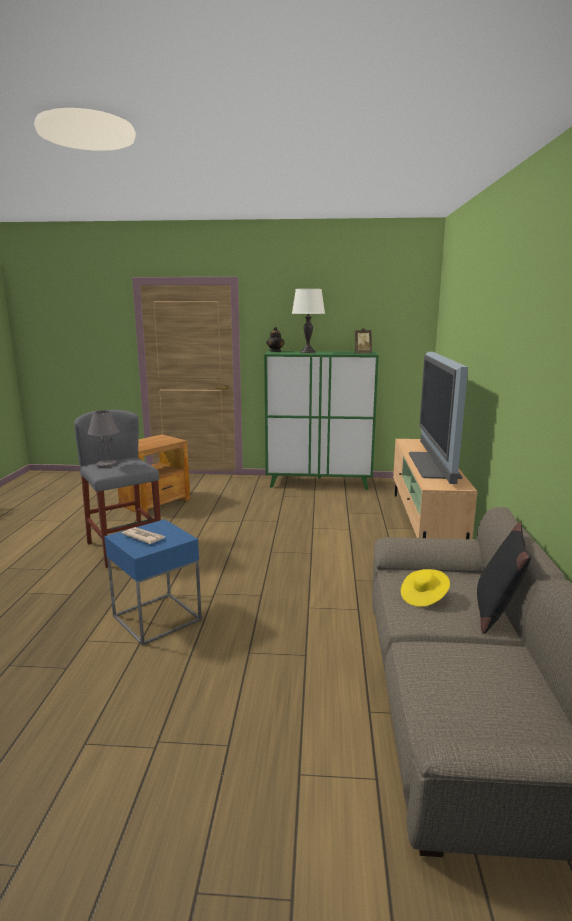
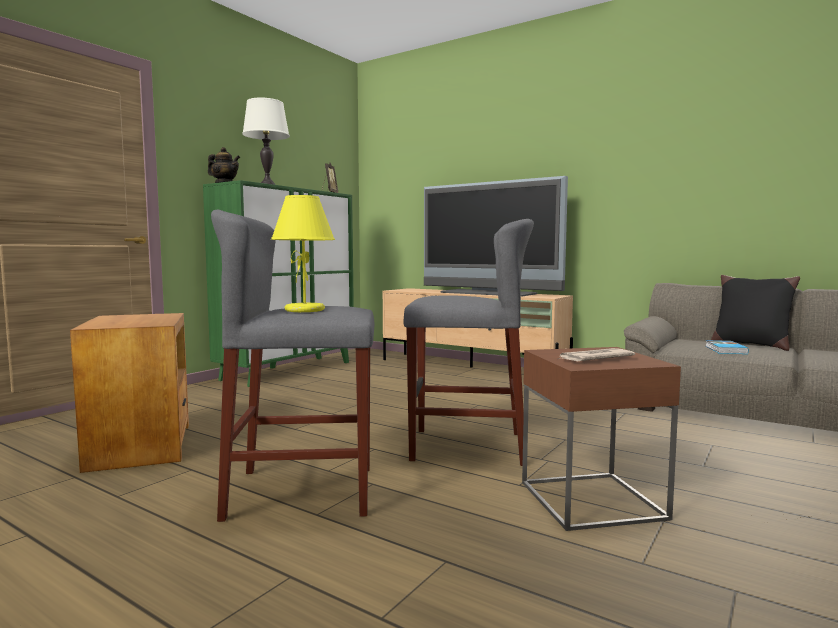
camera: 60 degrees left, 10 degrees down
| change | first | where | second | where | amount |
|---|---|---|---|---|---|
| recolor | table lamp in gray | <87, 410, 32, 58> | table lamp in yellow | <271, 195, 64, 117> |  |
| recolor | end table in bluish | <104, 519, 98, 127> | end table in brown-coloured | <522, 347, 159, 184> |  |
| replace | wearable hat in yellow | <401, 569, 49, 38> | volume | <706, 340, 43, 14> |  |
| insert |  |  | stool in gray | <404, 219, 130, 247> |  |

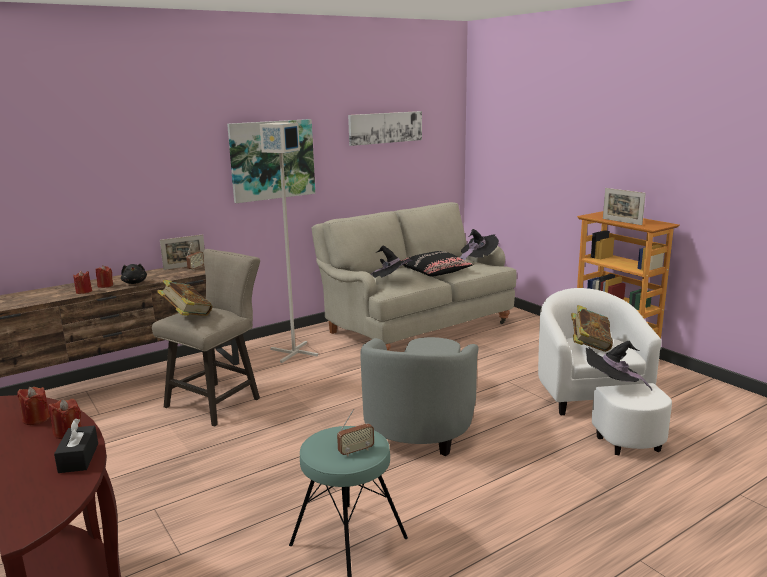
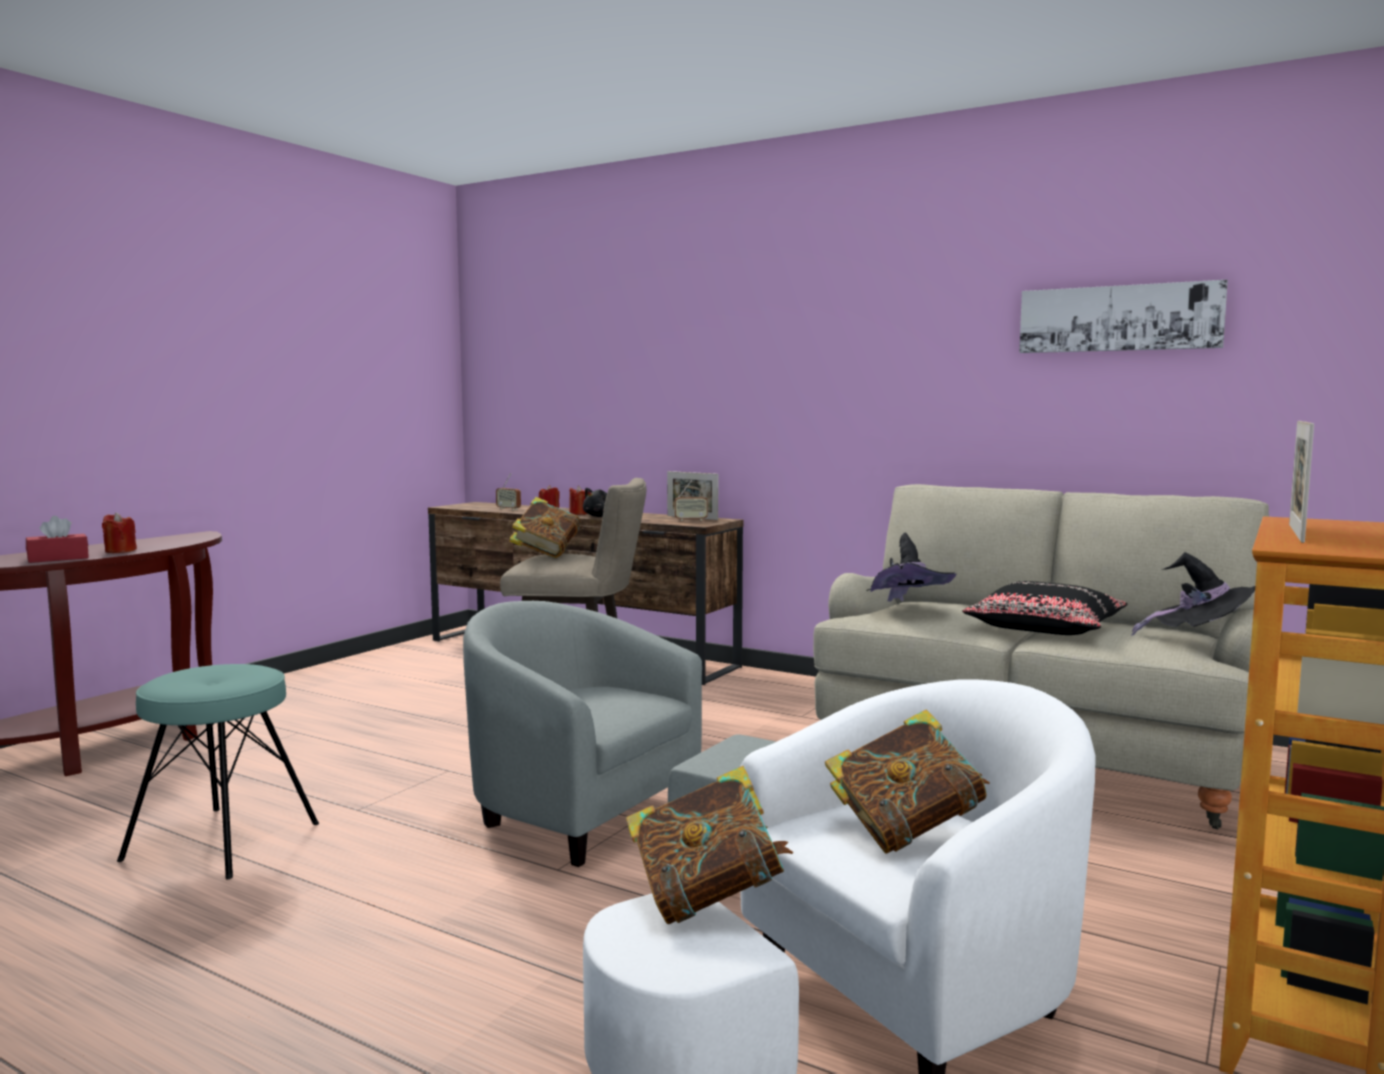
camera: 65 degrees right, 10 degrees down
| change | first | where | second | where | amount |
|---|---|---|---|---|---|
| delete | picture | <227, 119, 88, 84> |  |  |  |
| delete | standing lamp in gray | <260, 122, 58, 241> |  |  |  |
| rotate | easy chair in gray | <360, 337, 118, 119> |  | <463, 601, 313, 266> | 45 degrees clockwise |
| replace | wearable hat in black | <585, 341, 67, 50> | volume | <626, 766, 167, 158> |  |
| delete | candle in red | <18, 387, 32, 38> |  |  |  |
| move | radio receiver | <337, 409, 37, 47> |  | <496, 473, 25, 37> |  |
| recolor | box of tissues in black | <54, 419, 44, 54> | box of tissues in red | <26, 516, 63, 47> |  |

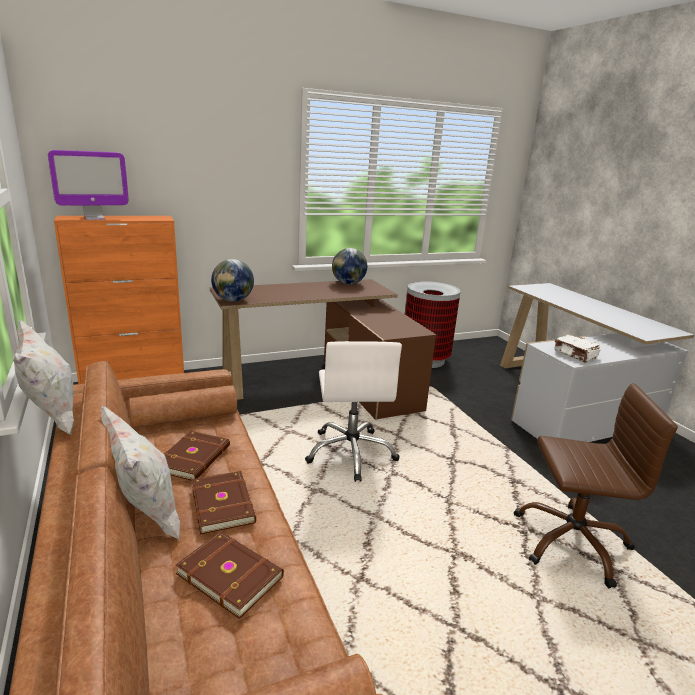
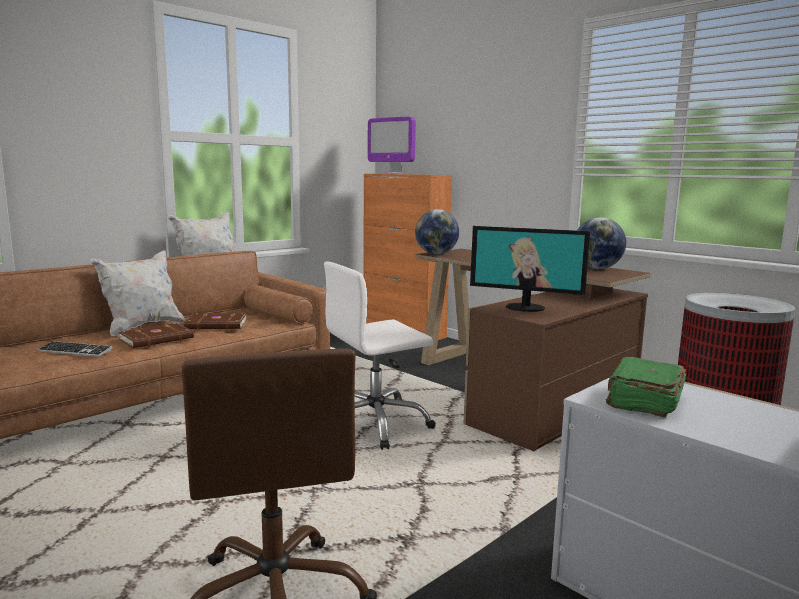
camera: 70 degrees right, 10 degrees down
| change | first | where | second | where | amount |
|---|---|---|---|---|---|
| recolor | volume in white-coloured | <554, 335, 47, 27> | volume in green-coloured | <606, 357, 80, 61> |  |
| replace | volume in brown-coloured | <176, 531, 108, 88> | computer keyboard | <38, 341, 75, 16> |  |
| insert |  |  | computer display | <470, 226, 120, 86> |  |

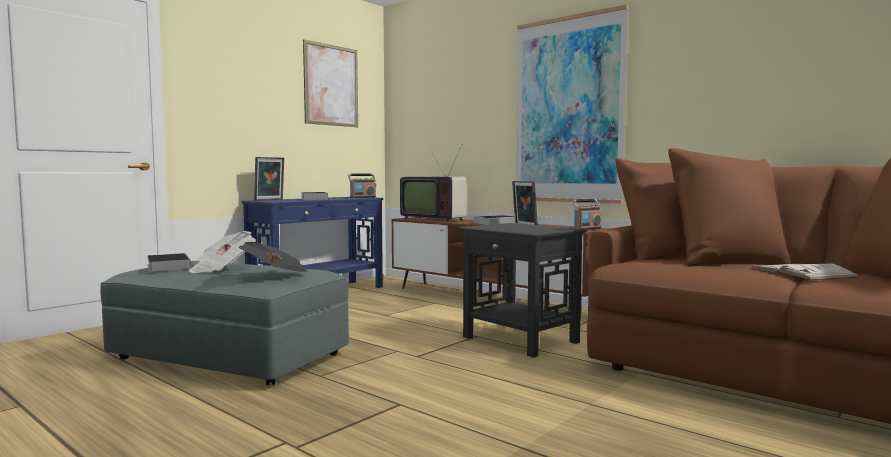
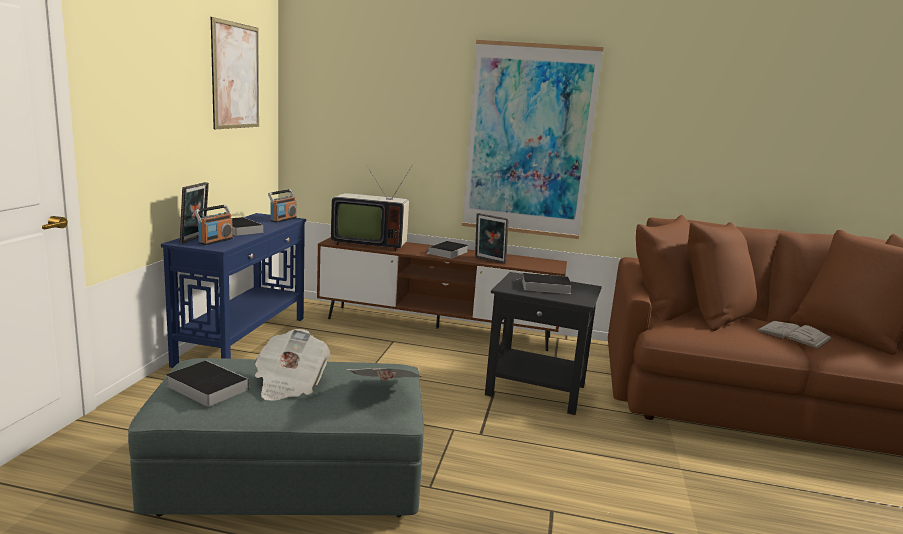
camera: 30 degrees left, 10 degrees up
| change | first | where | second | where | amount |
|---|---|---|---|---|---|
| move | radio receiver | <572, 199, 30, 31> |  | <194, 205, 39, 40> |  |
| insert |  |  | volume | <513, 273, 59, 21> |  |

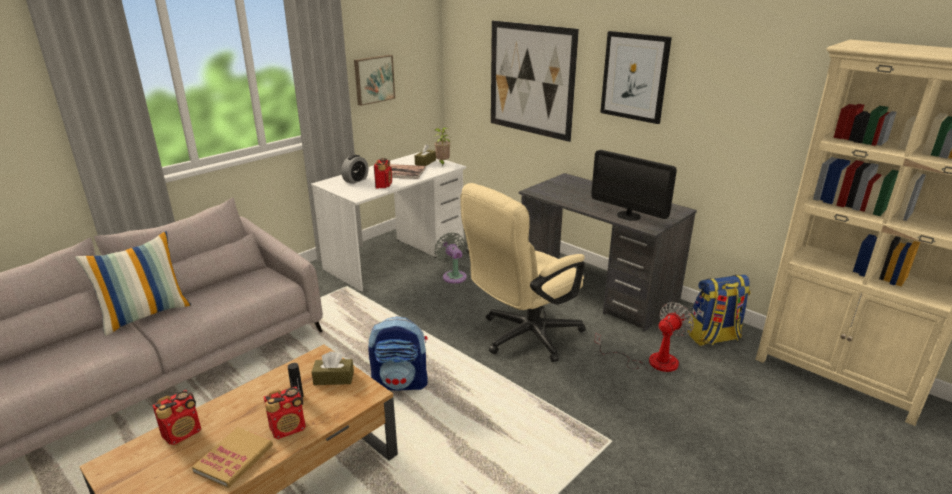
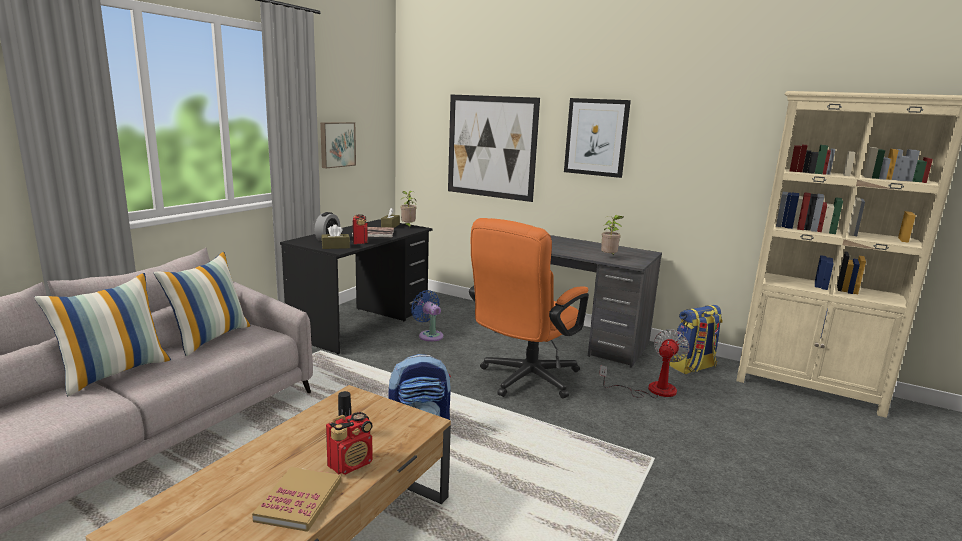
camera: 15 degrees left, 10 degrees down
| change | first | where | second | where | amount |
|---|---|---|---|---|---|
| replace | computer display | <591, 150, 86, 71> | houseplant | <601, 215, 22, 40> |  |
| recolor | desk in white-coloured | <311, 152, 155, 140> | desk in black | <280, 219, 153, 135> |  |
| recolor | office chair in beige-coloured | <460, 183, 126, 179> | office chair in orange-coloured | <469, 218, 120, 181> |  |
| recolor | electric fan in gray | <434, 233, 33, 51> | electric fan in bluish | <411, 290, 33, 52> |  |
| move | box of tissues in brown-coloured | <312, 351, 42, 34> |  | <321, 224, 29, 25> |  |
| delete | radio receiver | <152, 390, 49, 55> |  |  |  |
| insert |  |  | throw pillow | <154, 252, 97, 104> |  |

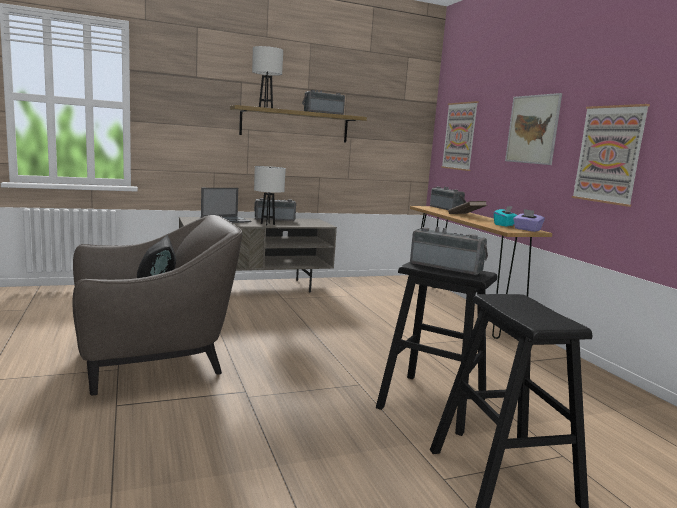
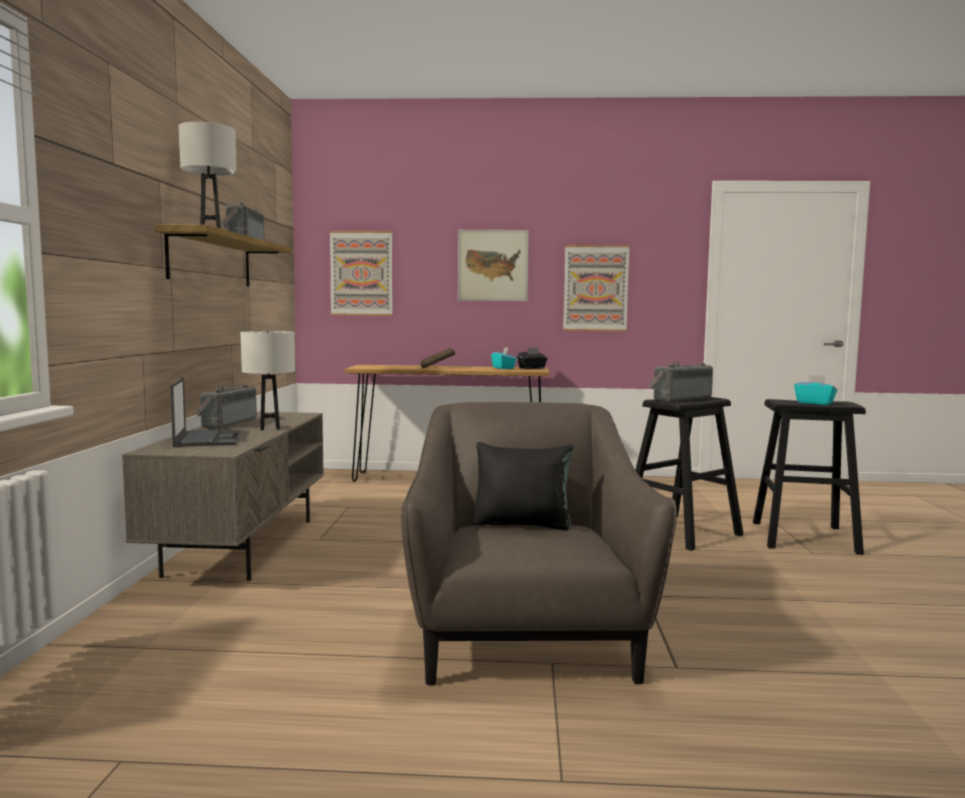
camera: 65 degrees left, 5 degrees down
| change | first | where | second | where | amount |
|---|---|---|---|---|---|
| delete | radio receiver | <430, 187, 36, 23> |  |  |  |
| recolor | box of tissues in purple-coloured | <513, 209, 32, 23> | box of tissues in black | <517, 348, 30, 21> |  |
| insert |  |  | box of tissues in turquoise | <794, 375, 43, 30> |  |

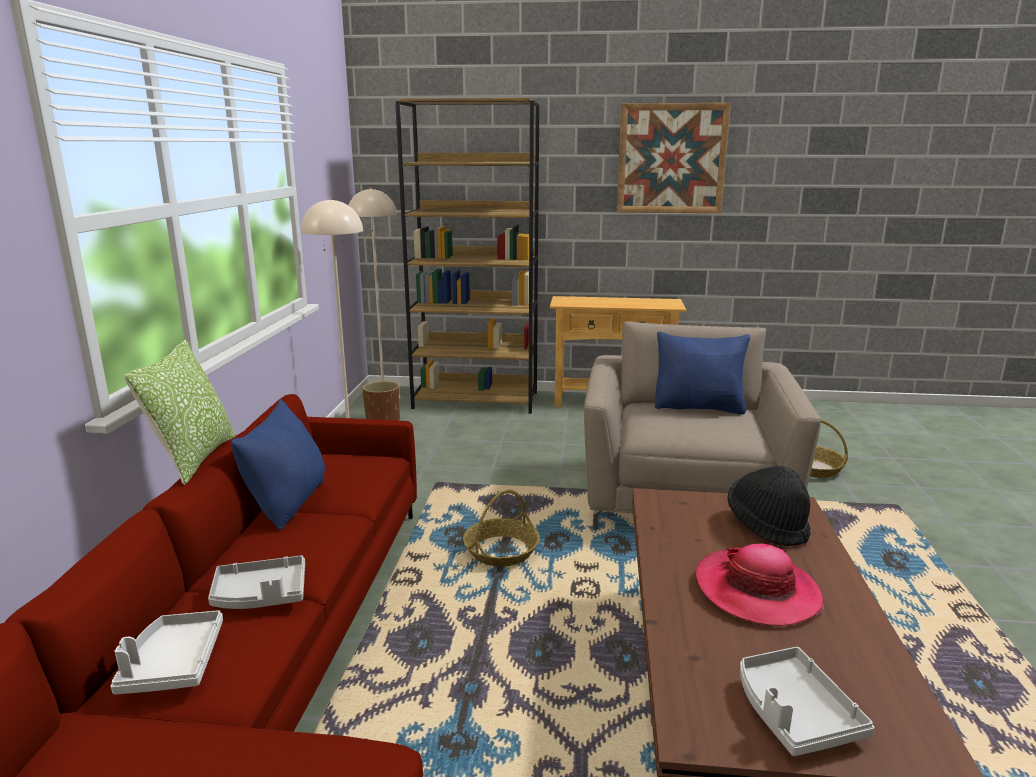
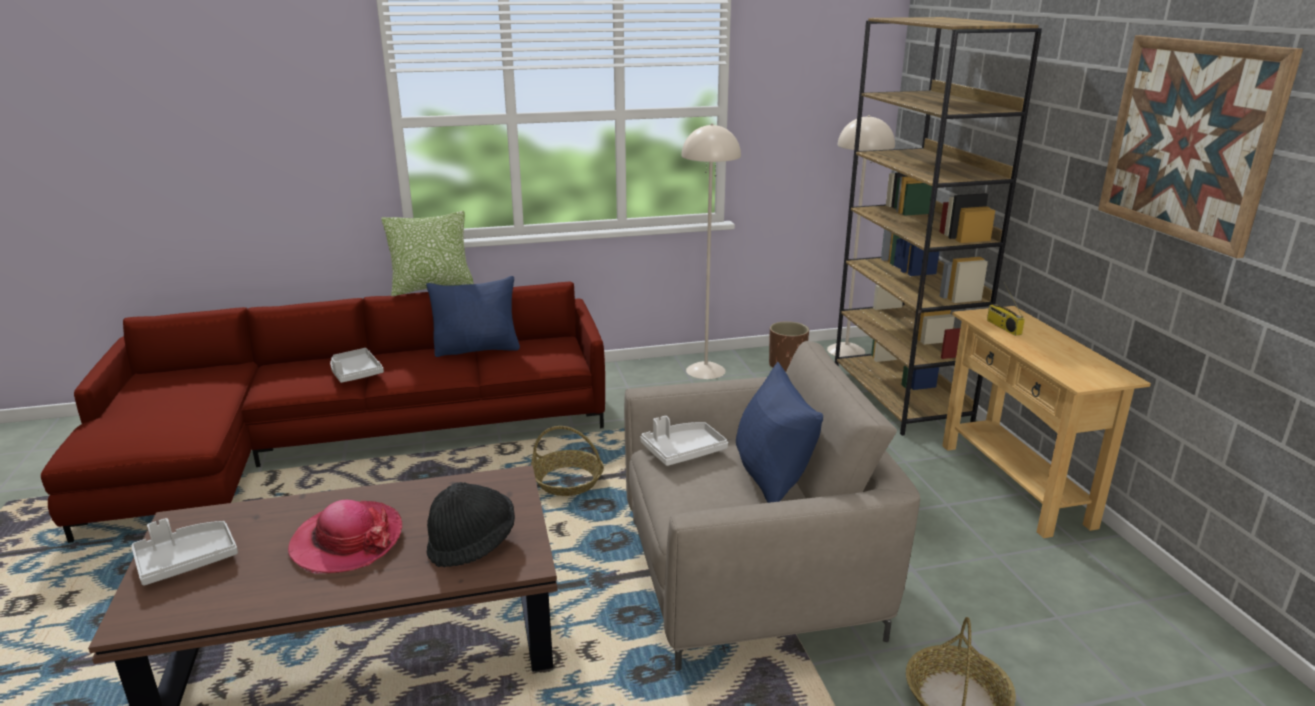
camera: 70 degrees right, 5 degrees up
| change | first | where | second | where | amount |
|---|---|---|---|---|---|
| move | tray in white-coloured | <111, 610, 112, 85> |  | <640, 416, 88, 50> |  |
| insert |  |  | radio receiver | <987, 283, 38, 53> |  |

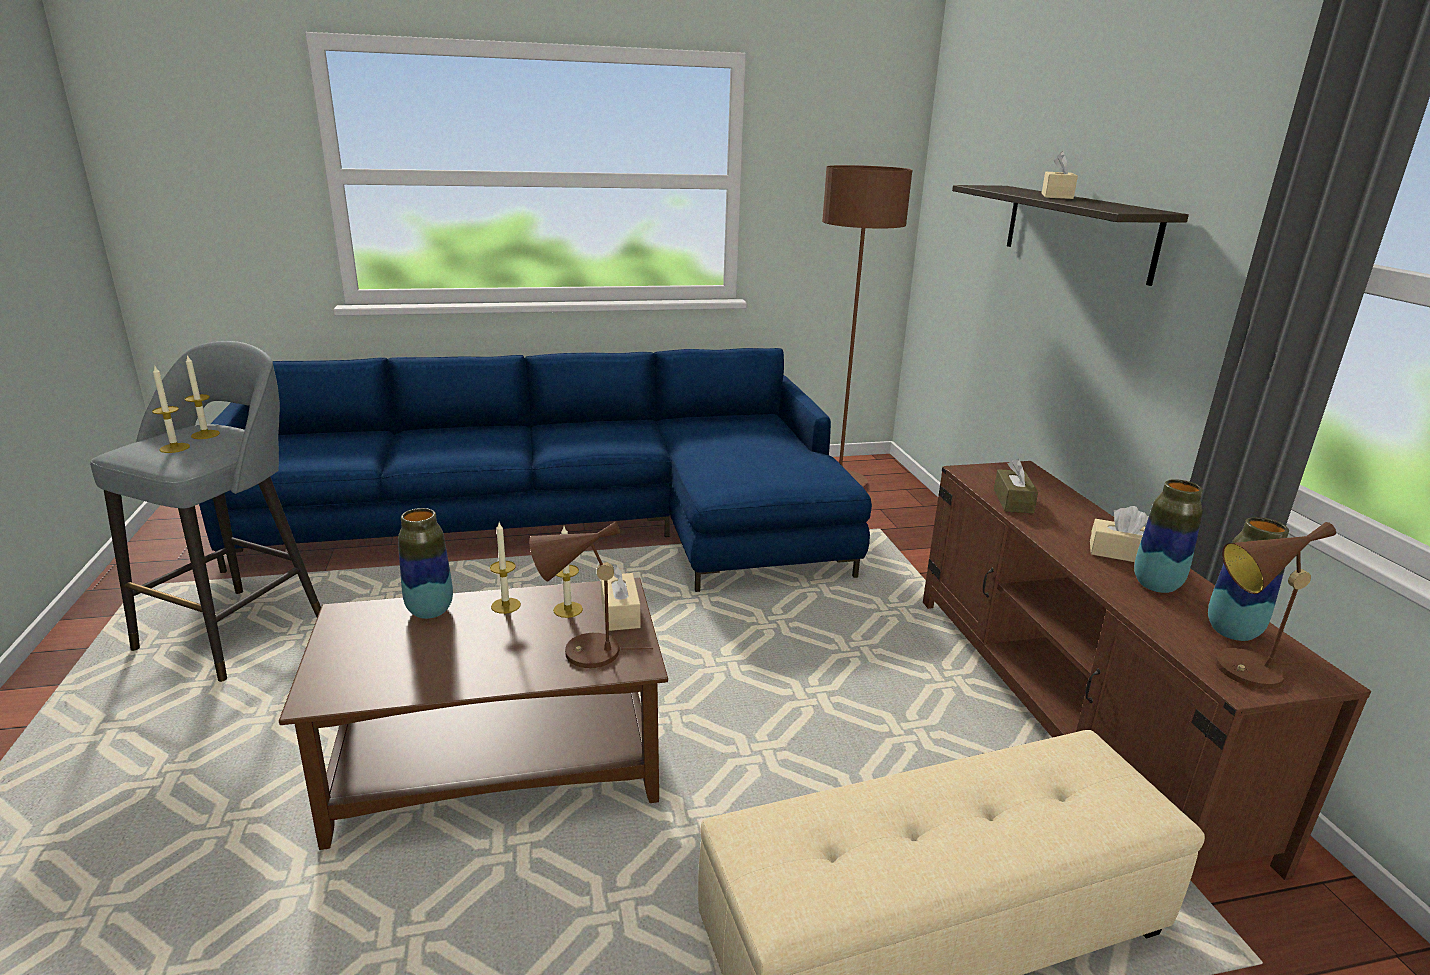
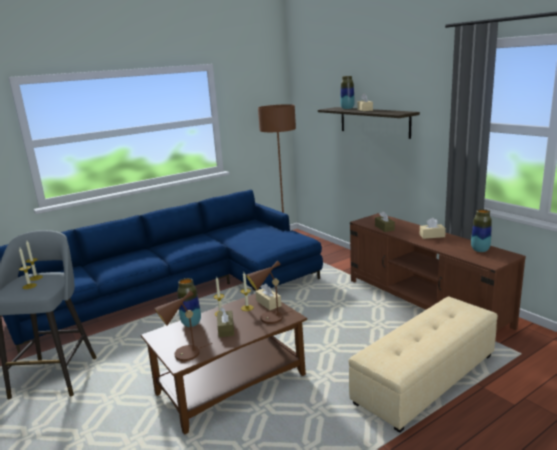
camera: 20 degrees left, 5 degrees down
| change | first | where | second | where | amount |
|---|---|---|---|---|---|
| move | vase | <1134, 479, 69, 114> |  | <340, 76, 15, 33> |  |
| move | table lamp in brown-coloured | <1215, 522, 121, 167> |  | <154, 290, 58, 71> |  |
| insert |  |  | box of tissues in brown-coloured | <217, 307, 17, 30> |  |

